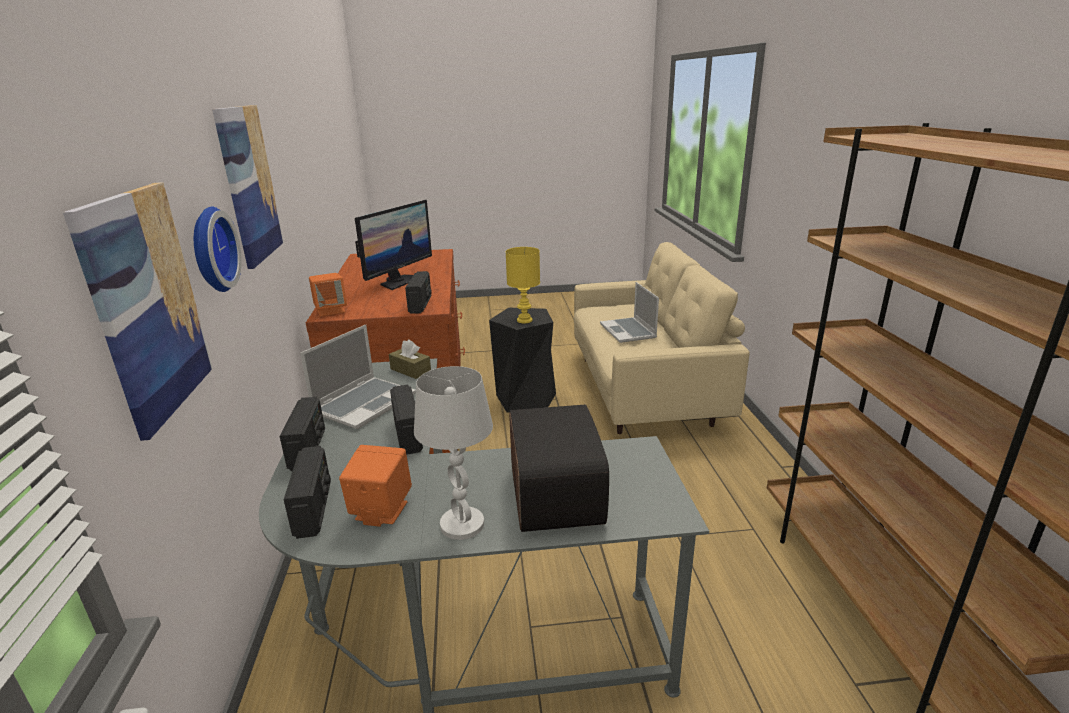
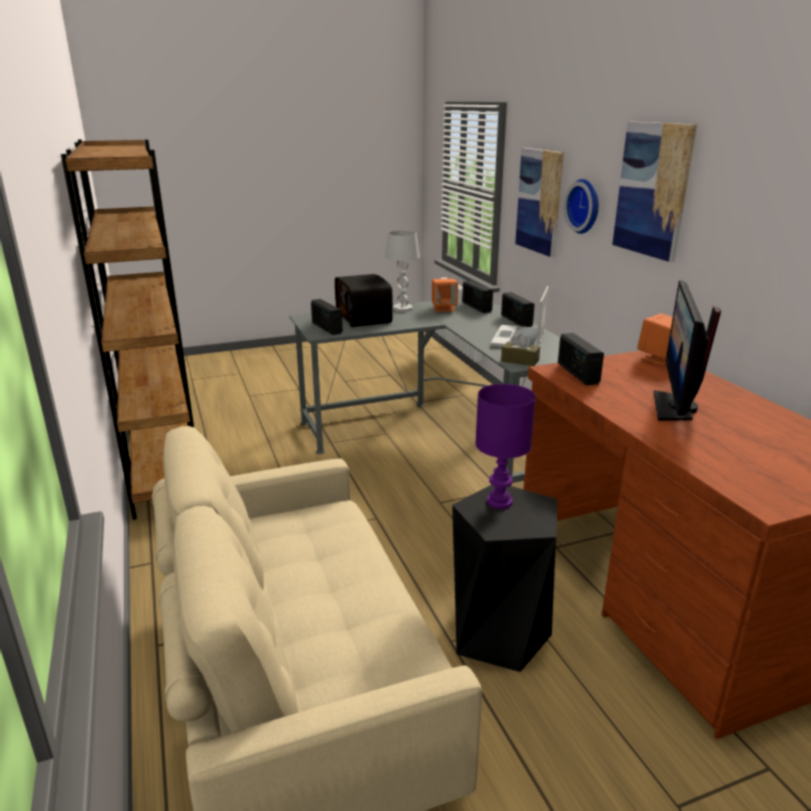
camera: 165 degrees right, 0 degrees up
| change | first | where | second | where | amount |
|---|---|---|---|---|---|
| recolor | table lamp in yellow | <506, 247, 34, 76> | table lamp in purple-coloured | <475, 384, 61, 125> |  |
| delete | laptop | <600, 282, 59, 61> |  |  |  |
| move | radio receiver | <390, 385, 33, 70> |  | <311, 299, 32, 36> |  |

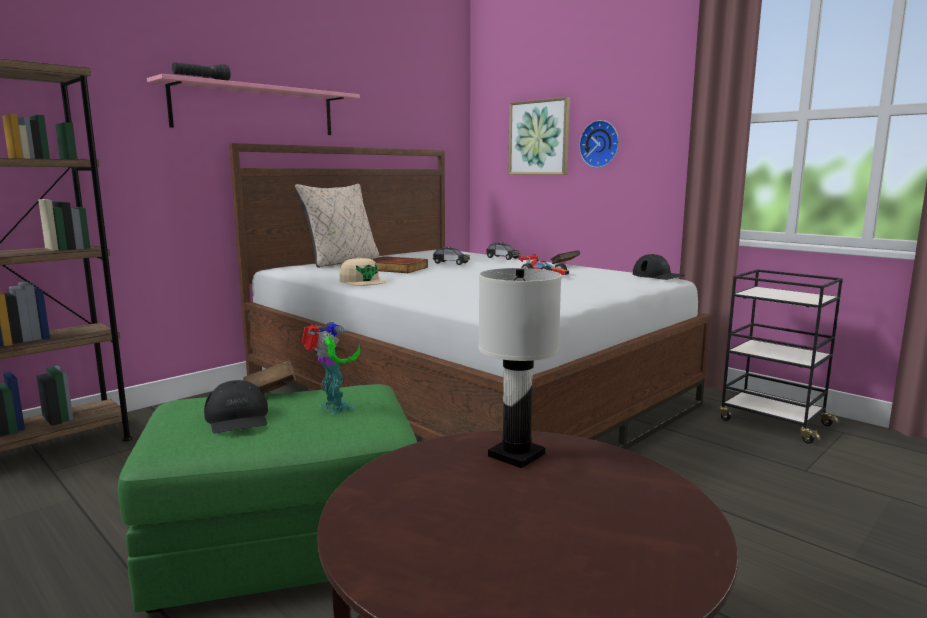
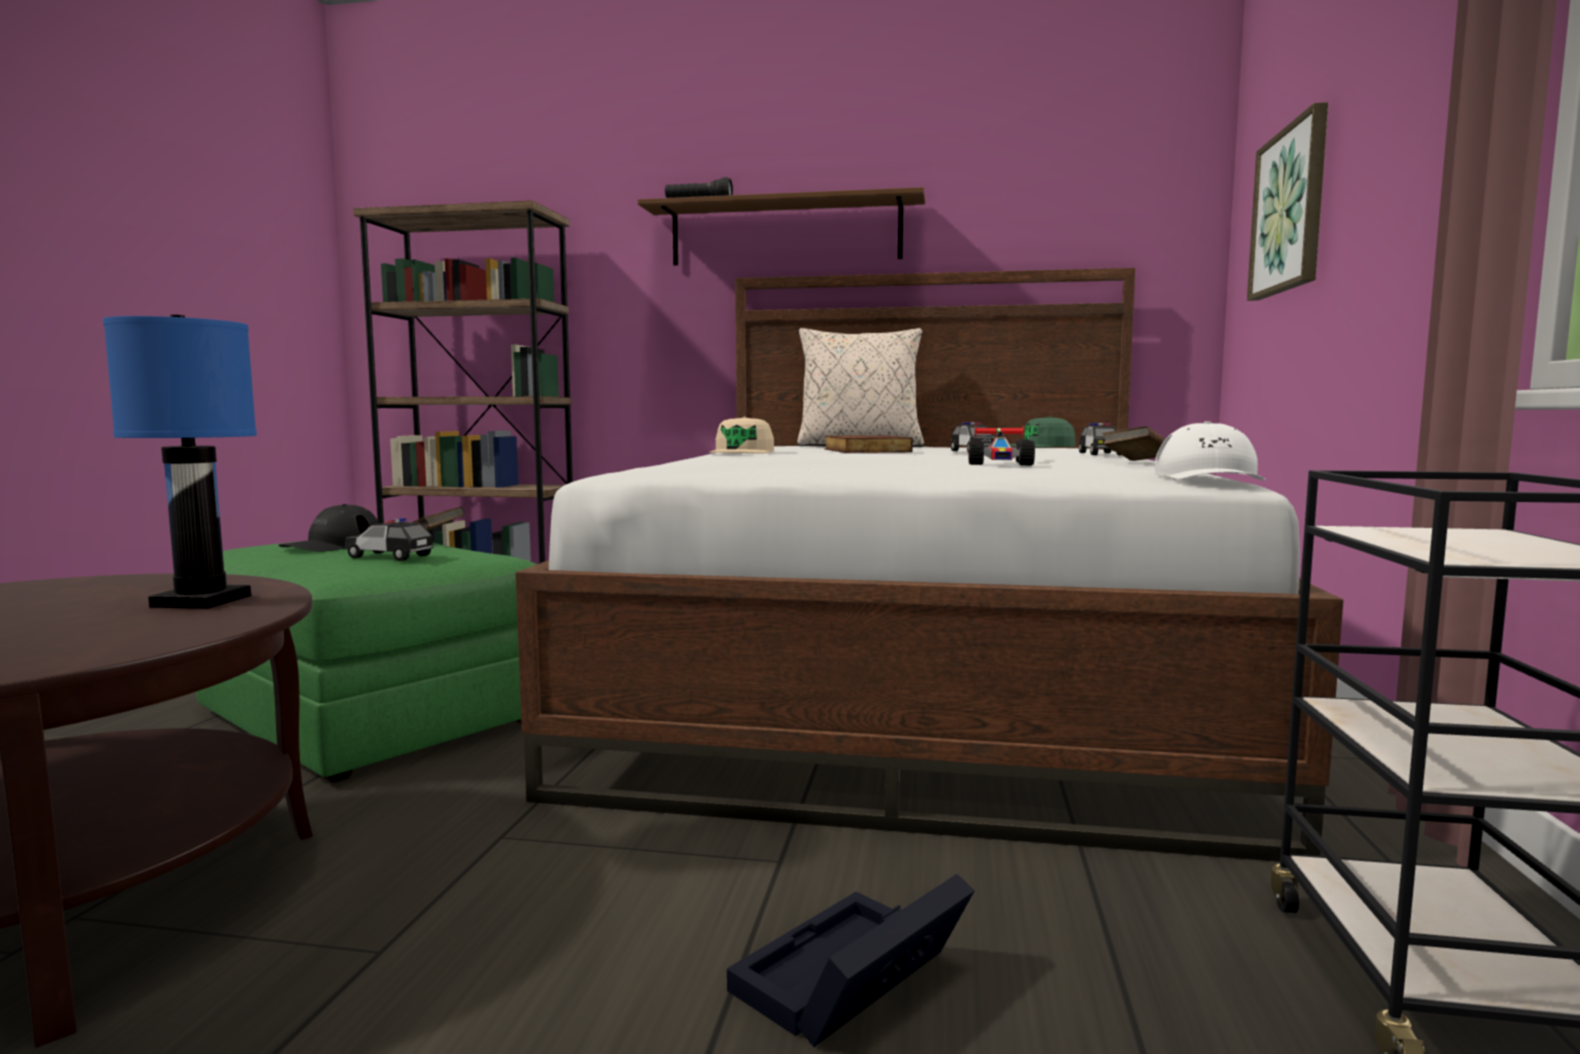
camera: 55 degrees right, 5 degrees down
| change | first | where | second | where | amount |
|---|---|---|---|---|---|
| recolor | shelf in pink-coloured | <147, 74, 213, 61> | shelf in brown-coloured | <638, 187, 287, 79> |  |
| delete | clock on the wall | <579, 120, 40, 48> |  |  |  |
| recolor | baseball cap in black | <633, 254, 52, 26> | baseball cap in white-coloured | <1155, 421, 111, 60> |  |
| recolor | table lamp in white-coloured | <478, 268, 84, 200> | table lamp in bluish | <103, 315, 154, 294> |  |
| replace | model robot | <302, 322, 58, 93> | model car | <345, 518, 89, 43> |  |
| insert |  |  | baseball cap in green-coloured | <1009, 416, 66, 32> |  |
| insert |  |  | storage bin in black | <727, 874, 248, 173> |  |

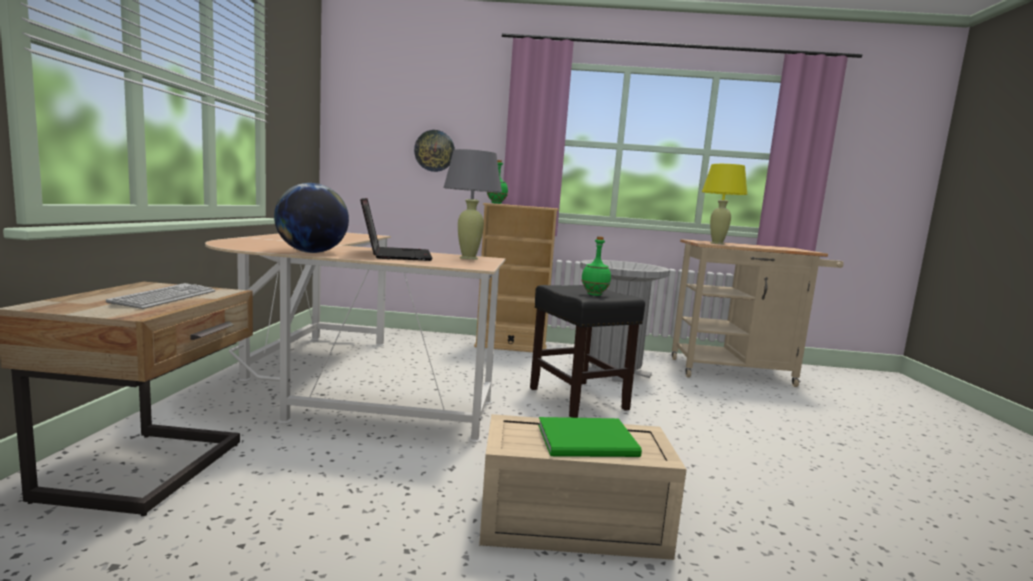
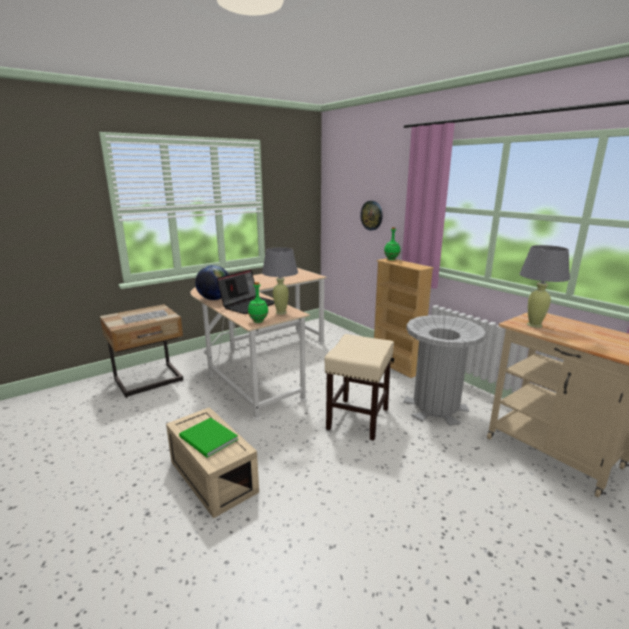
camera: 50 degrees right, 10 degrees up
| change | first | where | second | where | amount |
|---|---|---|---|---|---|
| recolor | table lamp in yellow | <702, 164, 45, 80> | table lamp in gray | <519, 245, 51, 83> |  |
| move | beverage bottle in green-coloured | <581, 236, 30, 60> |  | <248, 282, 20, 41> |  |
| recolor | stool in black | <530, 285, 115, 133> | stool in beige-coloured | <325, 334, 69, 107> |  |

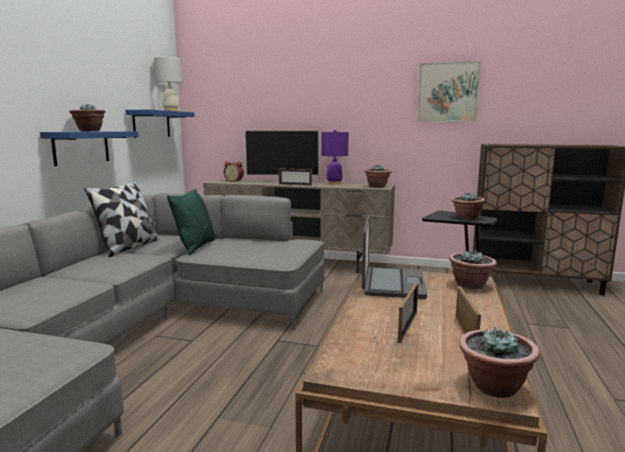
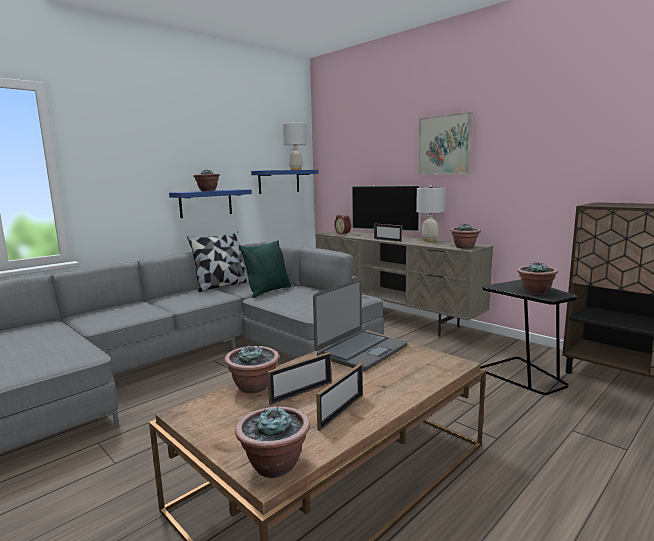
camera: 30 degrees right, 0 degrees up
| change | first | where | second | where | amount |
|---|---|---|---|---|---|
| move | picture | <417, 61, 64, 61> |  | <418, 112, 54, 63> |  |
| recolor | table lamp in purple-coloured | <321, 130, 28, 54> | table lamp in white-coloured | <416, 185, 30, 57> |  |
| move | houseplant | <449, 250, 48, 39> |  | <225, 346, 54, 48> |  |

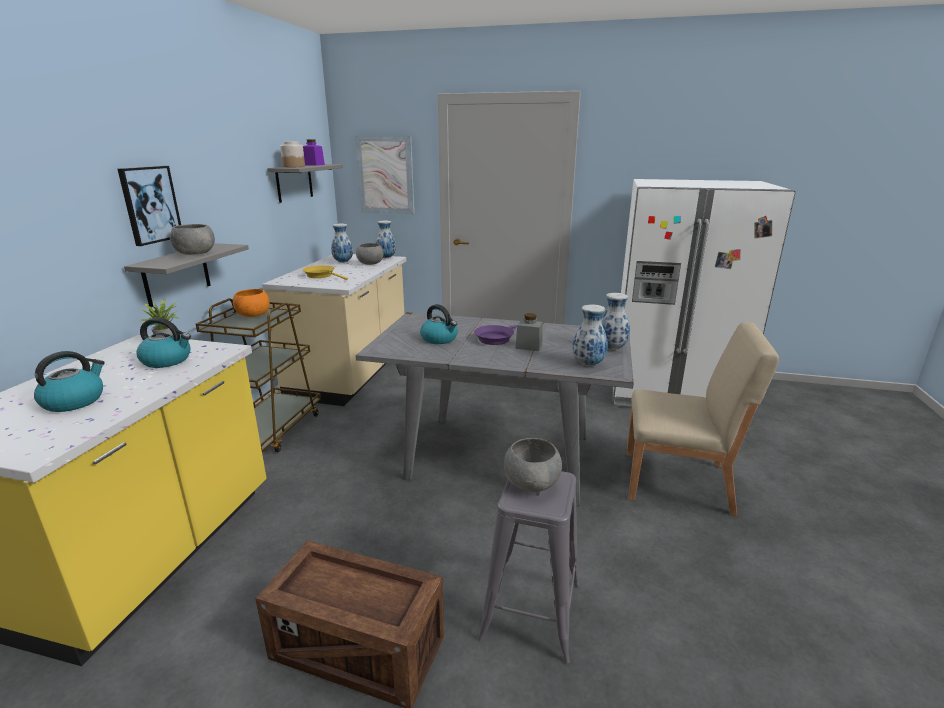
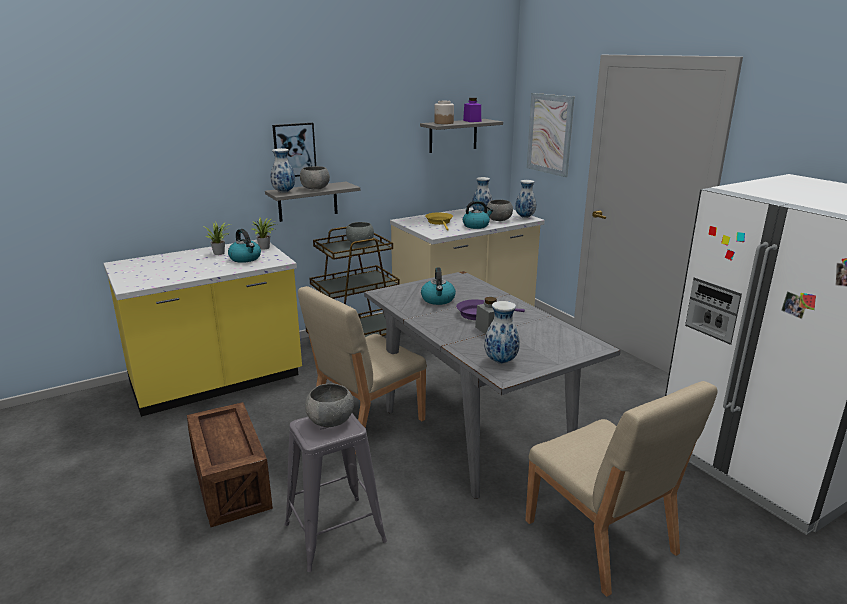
camera: 45 degrees right, 0 degrees up
| change | first | where | second | where | amount |
|---|---|---|---|---|---|
| recolor | deep dish in orange-coloured | <233, 289, 37, 28> | deep dish in gray | <346, 222, 28, 23> |  |
| move | vase | <602, 293, 28, 57> |  | <270, 148, 25, 45> |  |
| move | water kettle | <34, 351, 71, 61> |  | <463, 201, 30, 28> |  |
| insert |  |  | houseplant | <203, 221, 27, 34> |  |
| insert |  |  | chair in beige-coloured | <298, 286, 129, 168> |  |

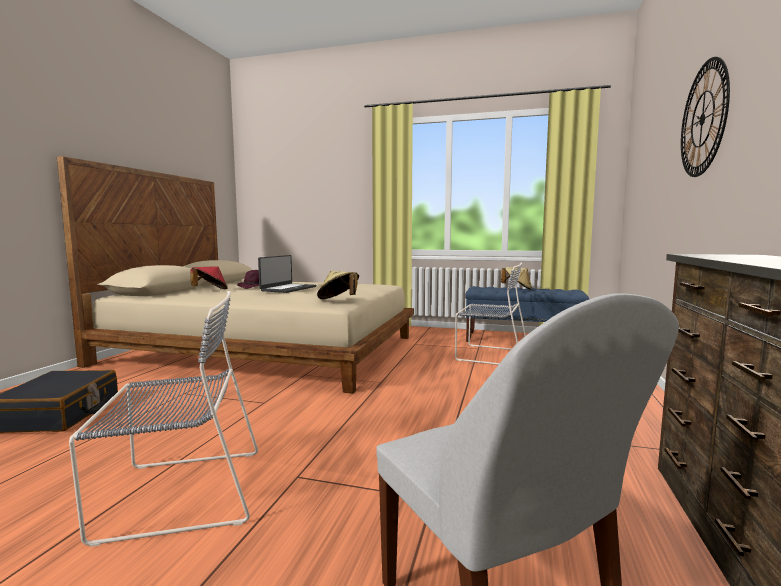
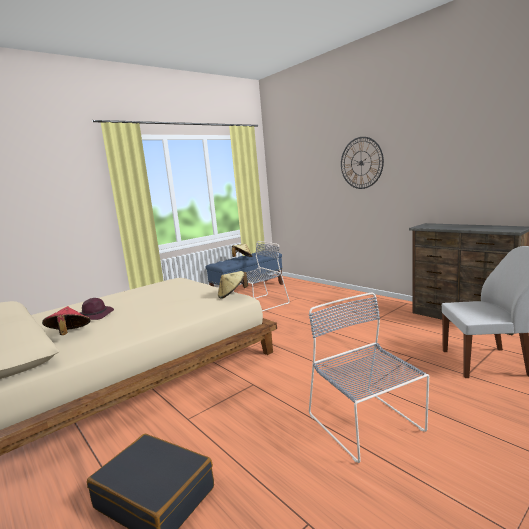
camera: 55 degrees left, 5 degrees up
| change | first | where | second | where | amount |
|---|---|---|---|---|---|
| delete | laptop | <258, 255, 58, 38> |  |  |  |
| rotate | chair in gray | <69, 291, 189, 256> |  | <309, 293, 120, 170> | 45 degrees counterclockwise |

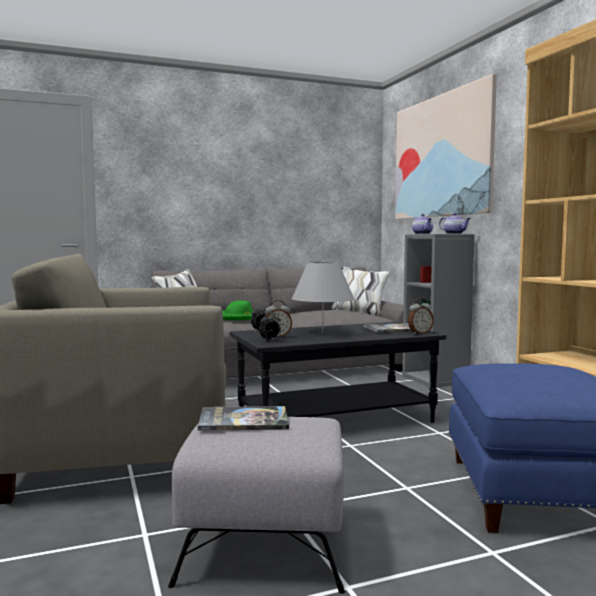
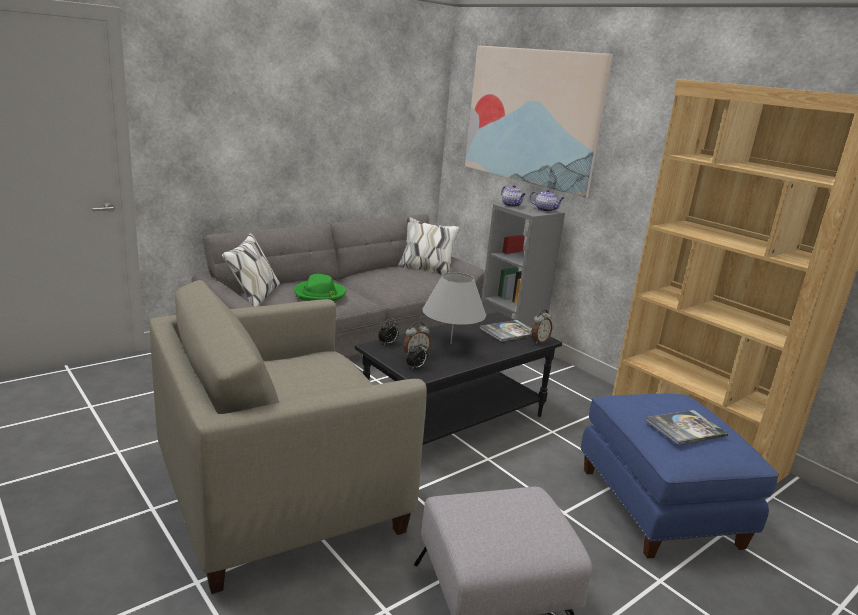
camera: 20 degrees left, 15 degrees up
| change | first | where | second | where | amount |
|---|---|---|---|---|---|
| move | volume | <198, 406, 91, 25> |  | <646, 410, 83, 35> |  |

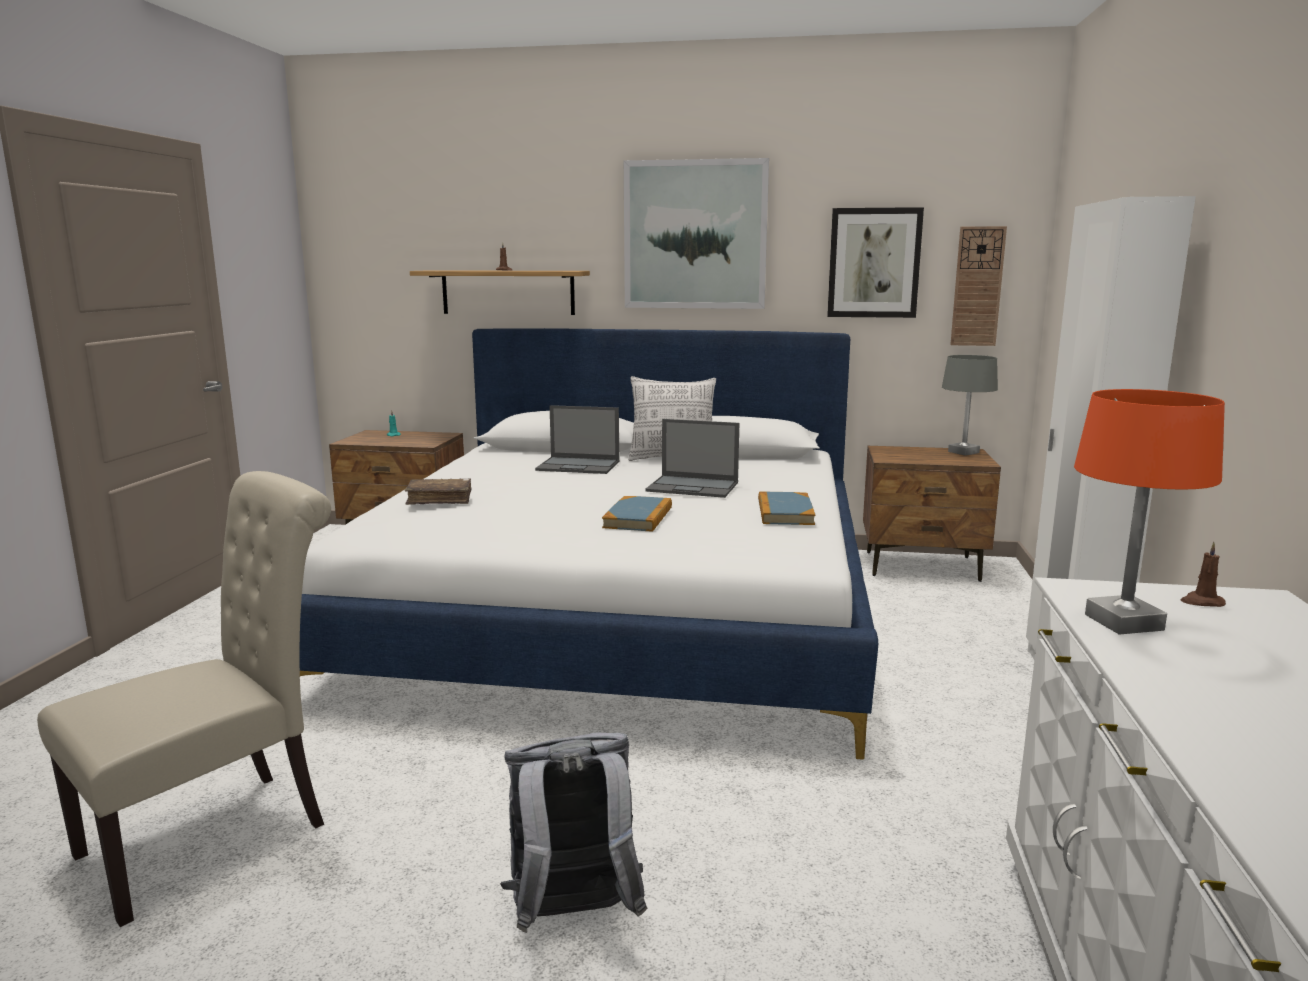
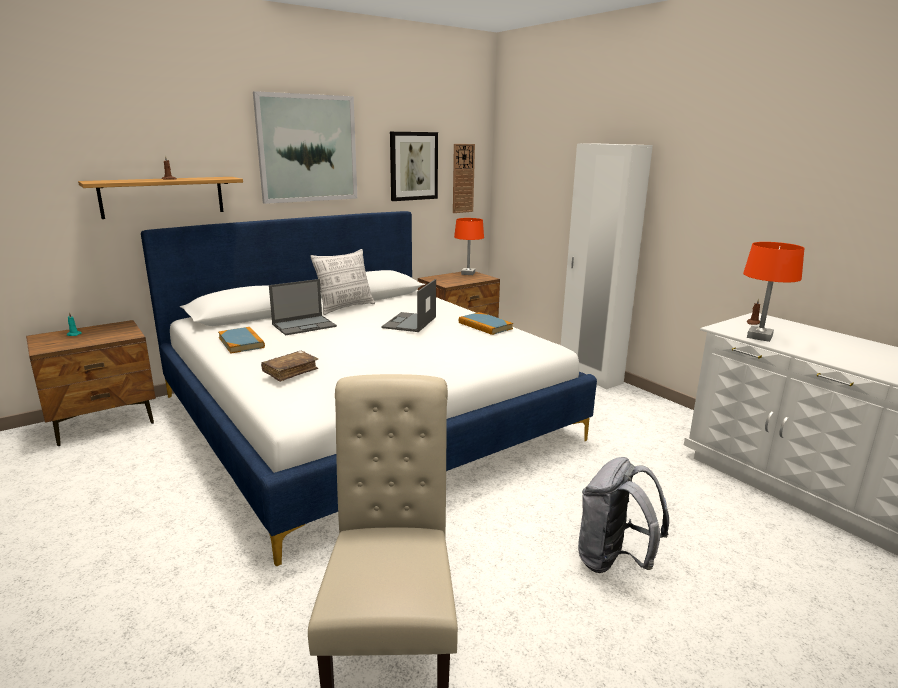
camera: 45 degrees left, 5 degrees up
| change | first | where | second | where | amount |
|---|---|---|---|---|---|
| recolor | table lamp in gray | <942, 355, 56, 101> | table lamp in orange-coloured | <454, 218, 30, 57> |  |
| rotate | laptop | <645, 419, 94, 79> |  | <382, 279, 54, 53> | 135 degrees clockwise |
| move | volume | <602, 496, 70, 36> |  | <218, 327, 47, 27> |  |

